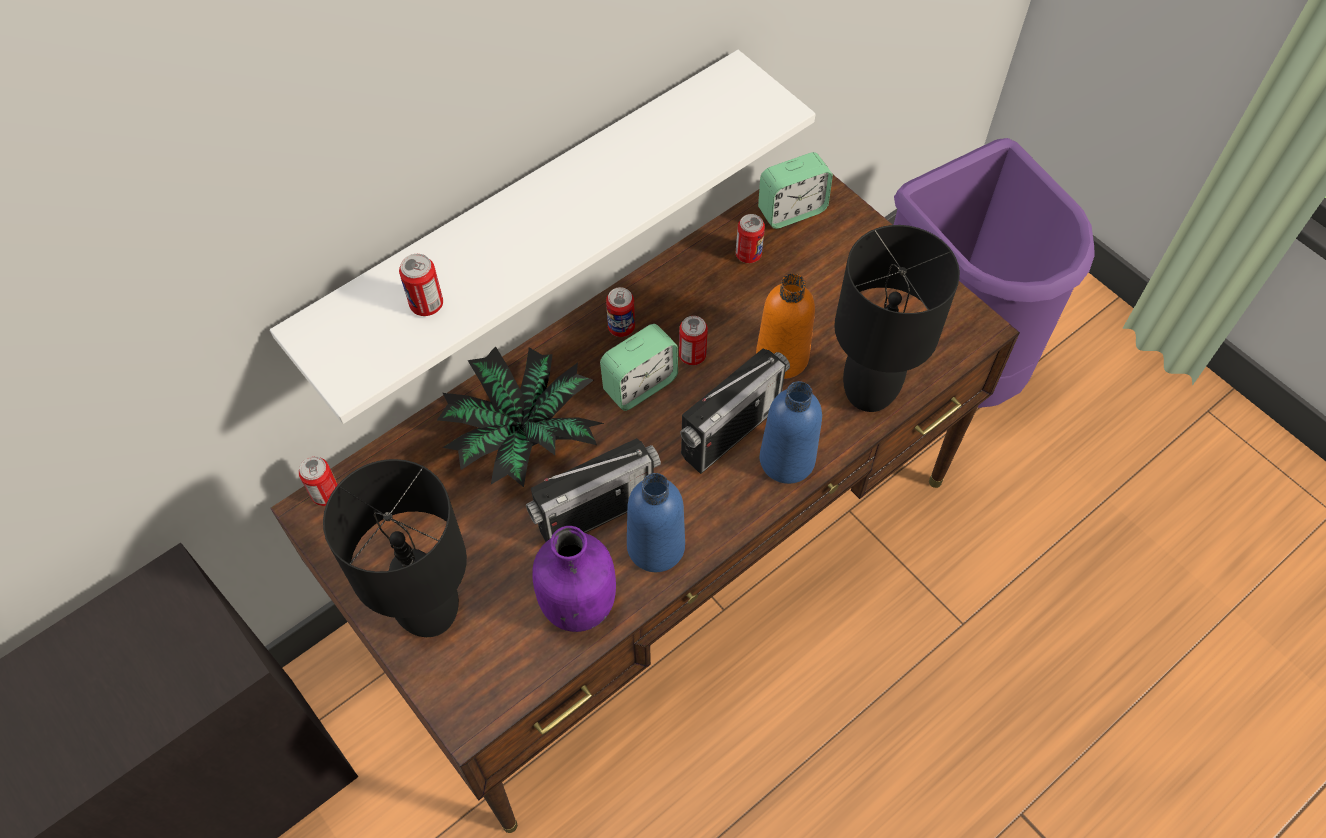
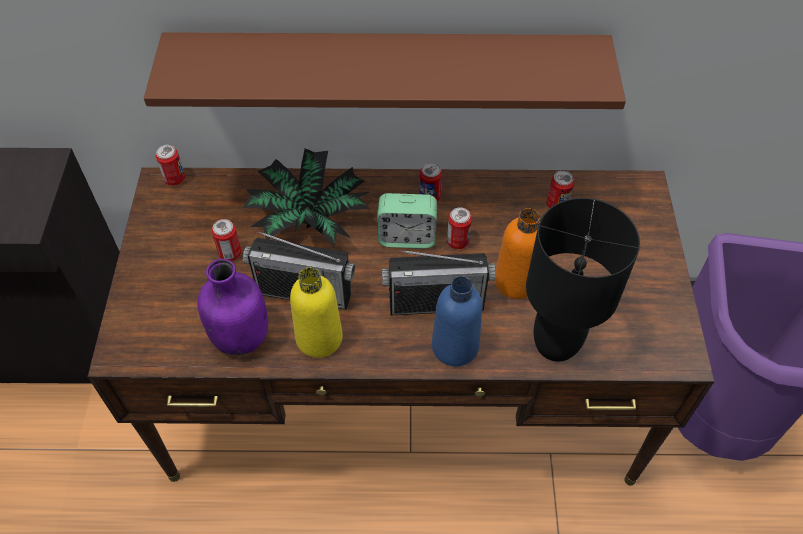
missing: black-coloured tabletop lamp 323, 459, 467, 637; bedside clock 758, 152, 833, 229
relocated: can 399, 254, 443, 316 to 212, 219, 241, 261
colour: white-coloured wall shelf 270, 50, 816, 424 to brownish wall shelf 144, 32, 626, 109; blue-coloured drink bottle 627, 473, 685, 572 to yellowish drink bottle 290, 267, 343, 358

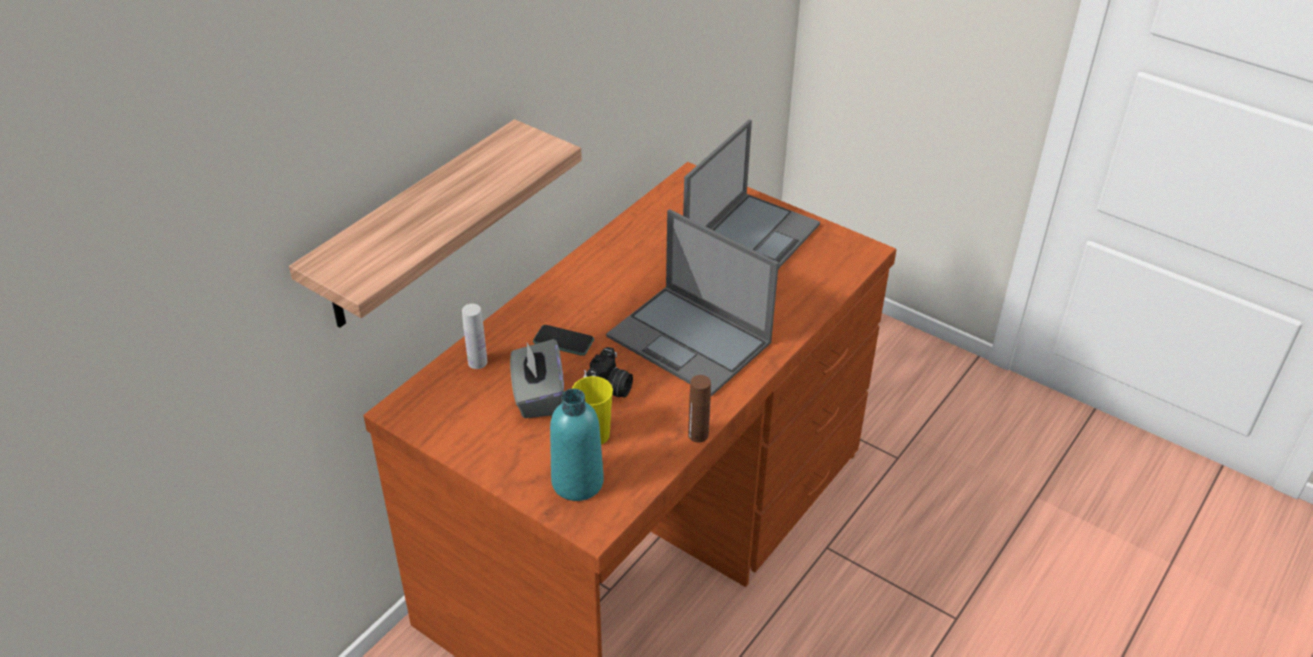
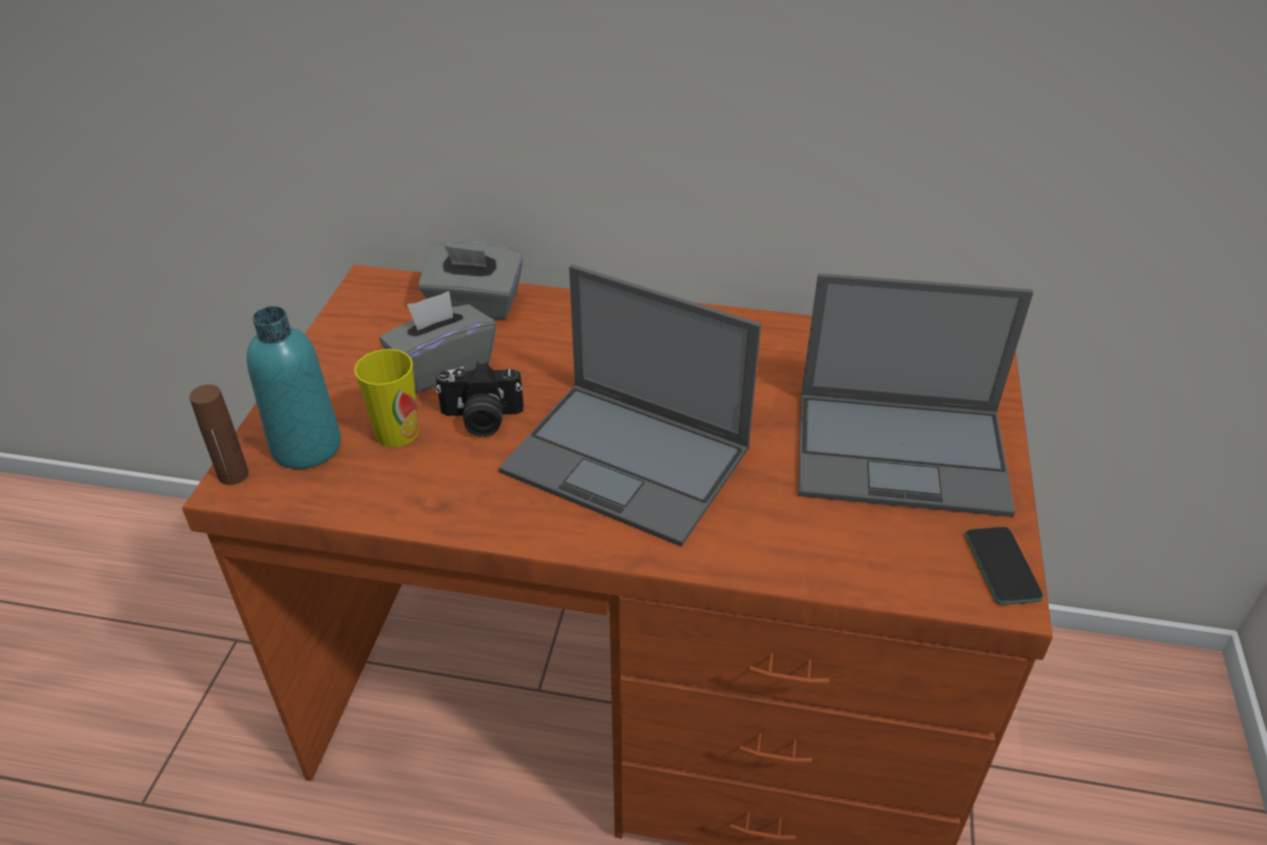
missing: wall shelf 289, 119, 582, 328
relocated: brownish drink bottle 688, 375, 711, 443 to 189, 385, 249, 485; handset 533, 325, 594, 356 to 965, 527, 1044, 605
exchanged: white-coloured drink bottle 462, 304, 487, 369 to gray tissue box 418, 242, 524, 319
spun: laptop 606, 209, 779, 396 = 498, 265, 761, 547 75 degrees counterclockwise

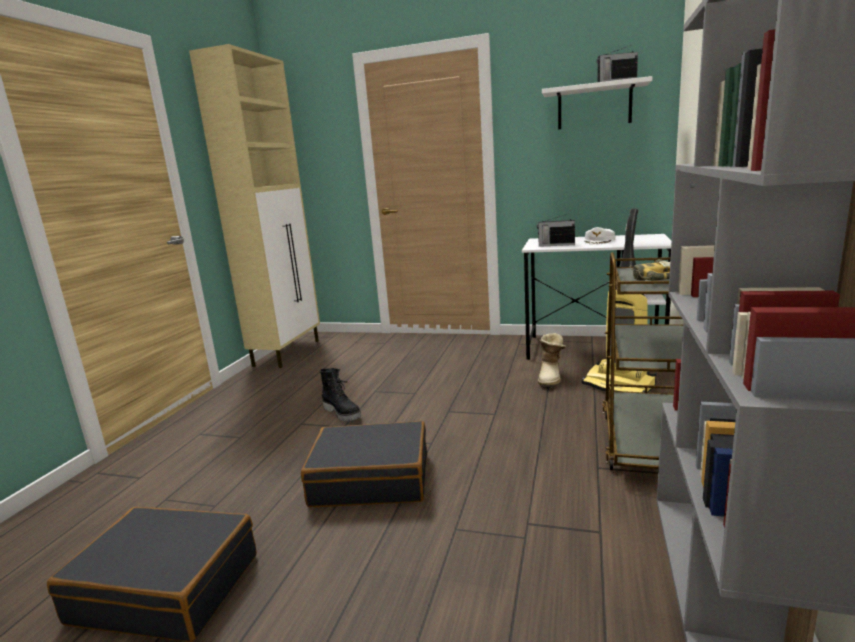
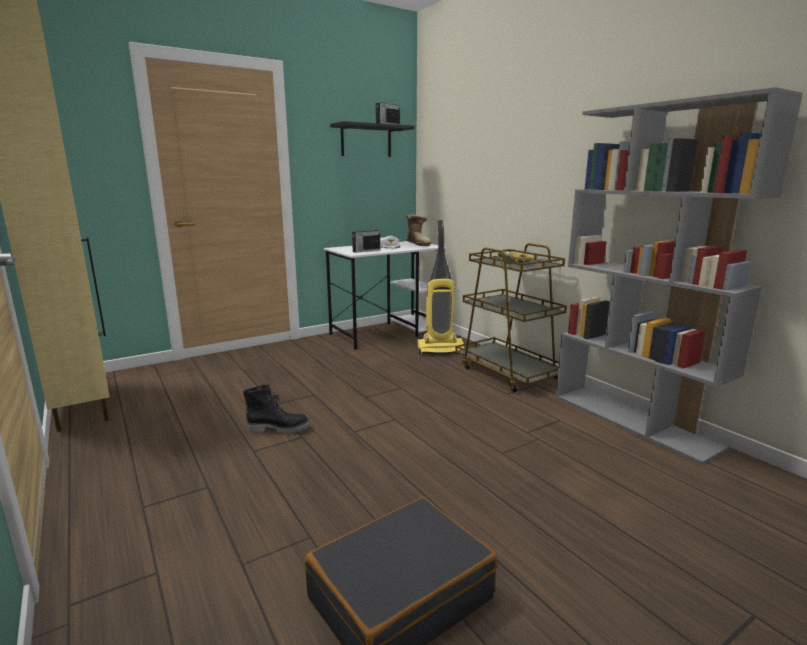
missing: black-coloured travel case 301, 421, 427, 507
relocated: high-top boot 538, 333, 567, 388 to 406, 214, 432, 246
colour: white-coloured wall shelf 542, 76, 652, 130 to black-coloured wall shelf 330, 121, 415, 157

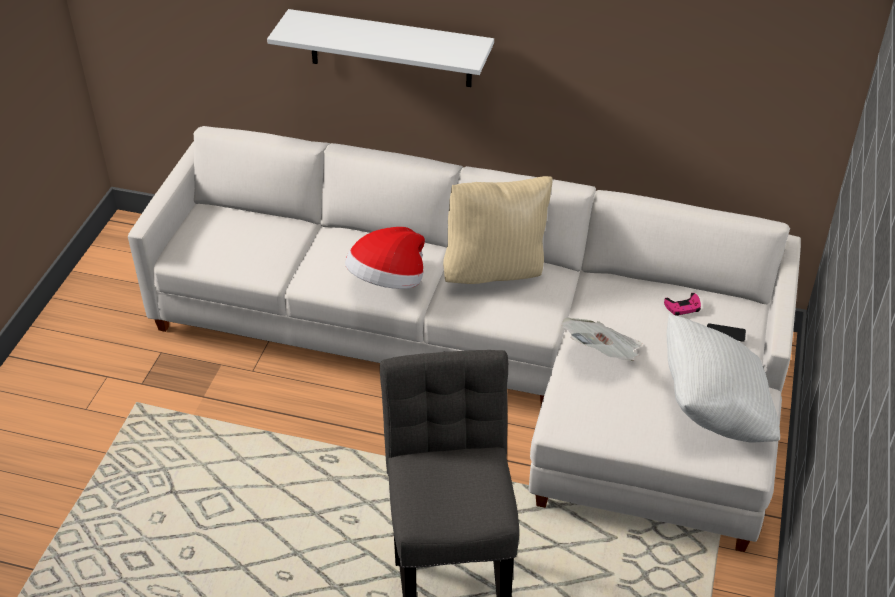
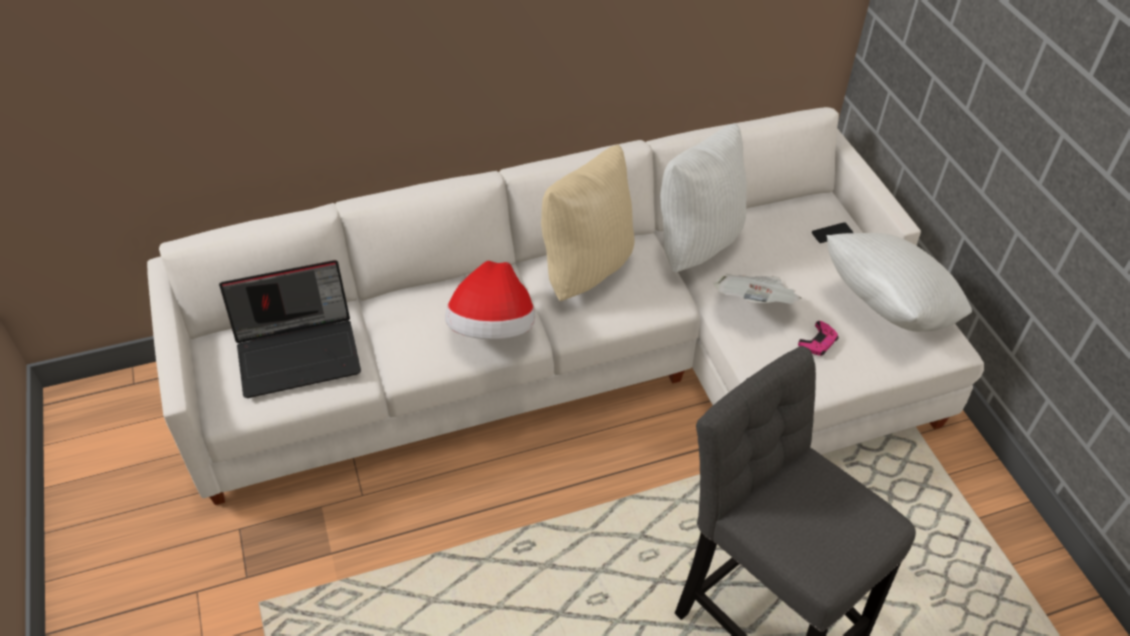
missing: white-coloured wall shelf 267, 9, 494, 87
appeared: laptop 219, 260, 361, 398; white-coloured cushion 660, 123, 747, 273
relocated: pink-coloured game controller 664, 293, 701, 316 to 798, 321, 839, 356

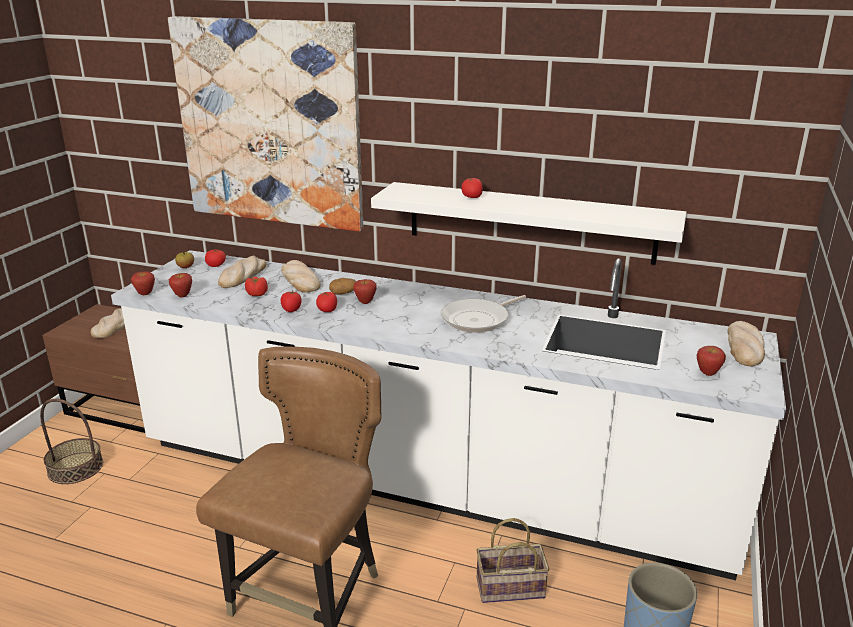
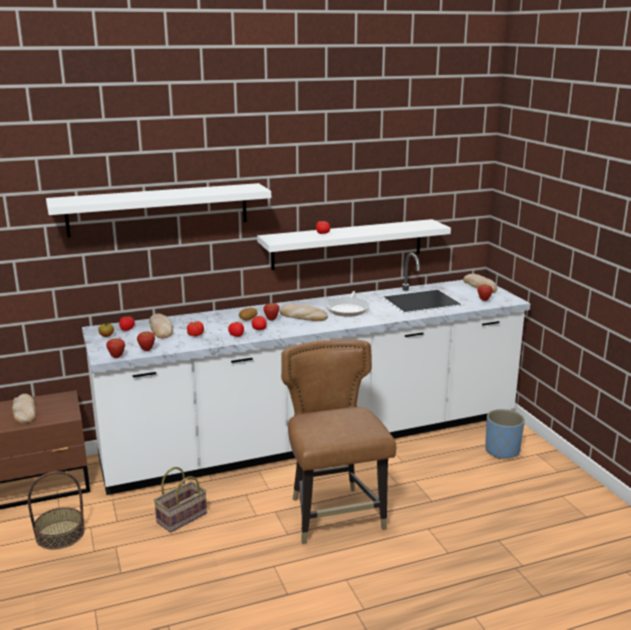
relocated: basket 476, 518, 549, 603 to 154, 467, 207, 533; baked bread 281, 260, 321, 293 to 280, 304, 328, 321
exchanged: wall picture 168, 16, 363, 232 to white-coloured wall shelf 46, 183, 271, 238

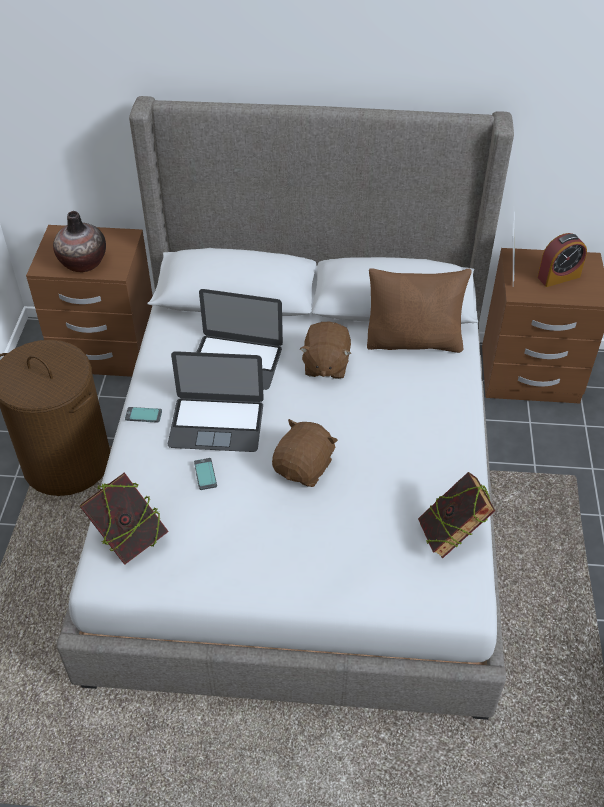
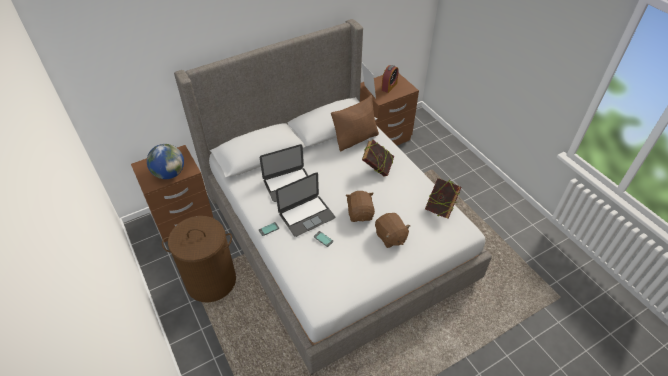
relocated: bound book 80, 473, 169, 565 to 362, 139, 394, 176; brownish cuddly toy 300, 322, 351, 379 to 375, 213, 411, 248
exchanged: decorative vase 53, 211, 106, 272 to desk globe 147, 144, 184, 179

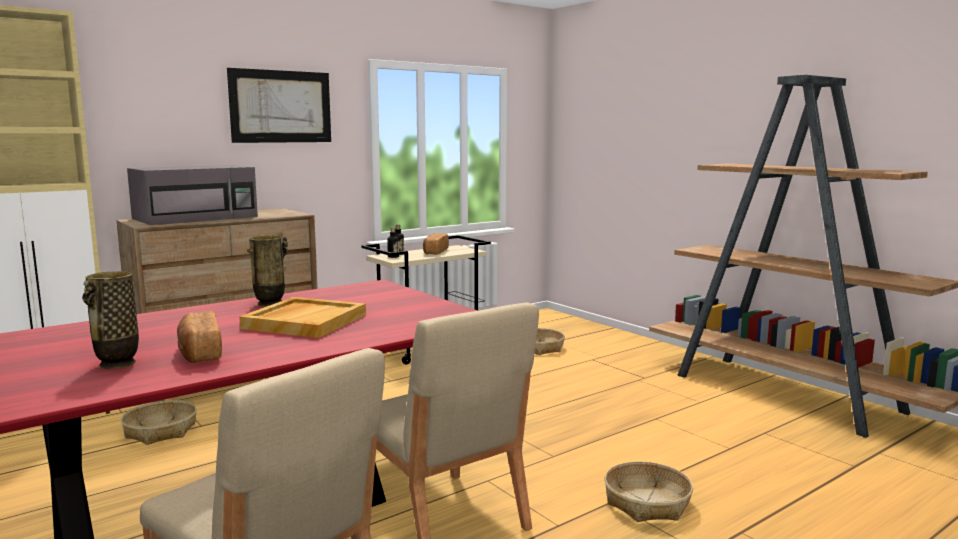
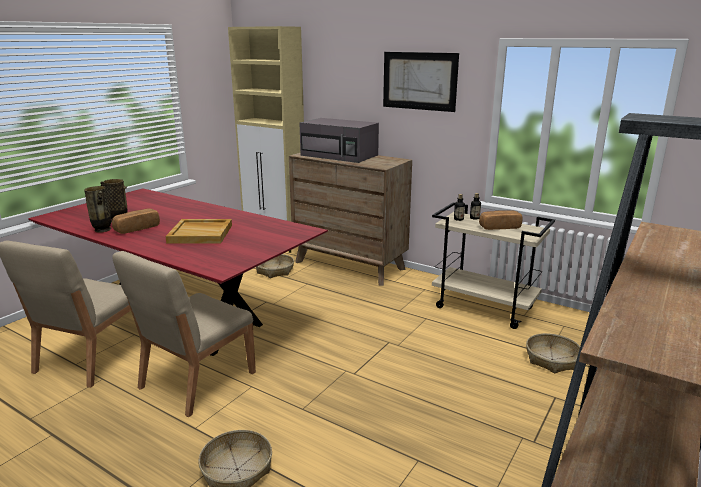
relocated: decorative vase 247, 235, 288, 307 to 84, 186, 111, 233

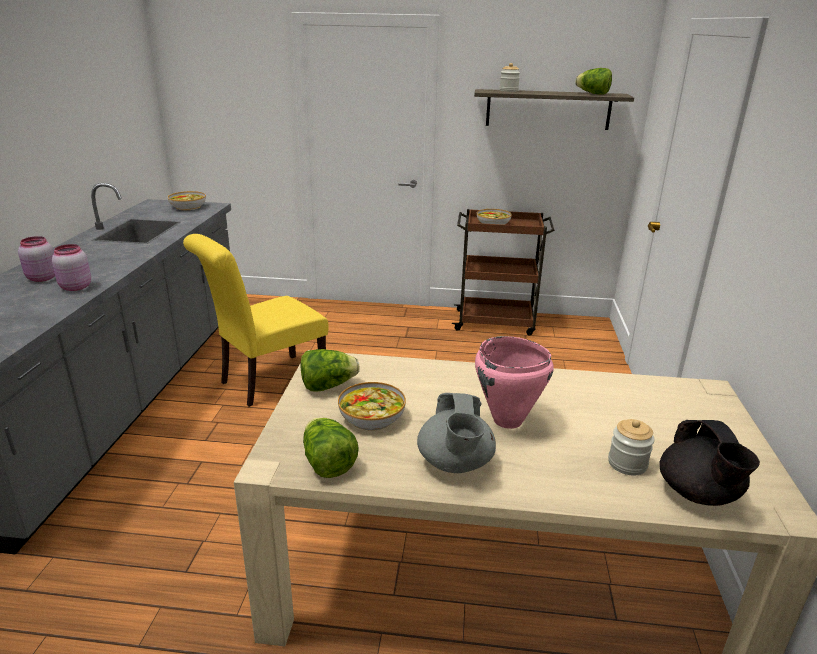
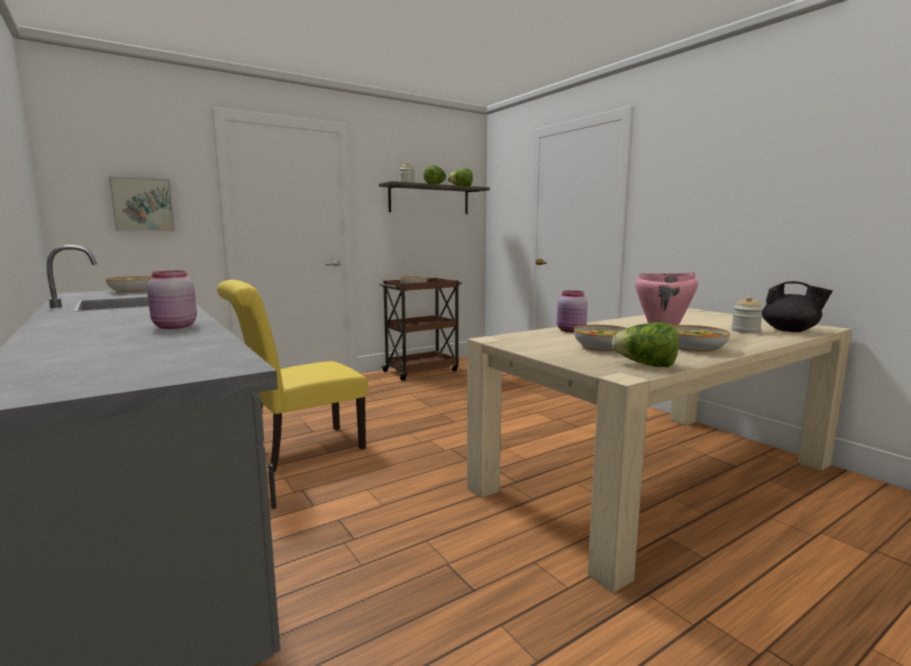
appeared: wall picture 109, 176, 175, 231
relocated: lettuce head 300, 349, 360, 392 to 424, 165, 446, 184; pink-coloured preserve jar 18, 236, 55, 282 to 557, 290, 588, 333
exchanged: gray pot for tea 417, 393, 496, 473 to bowl 673, 325, 730, 353
spun: yellowish plain chair 183, 234, 329, 407 = 217, 280, 368, 472 45 degrees clockwise

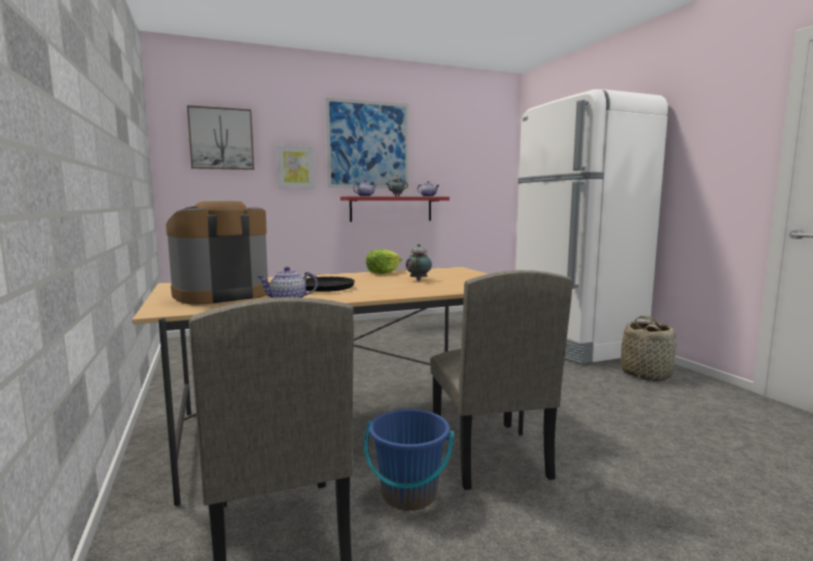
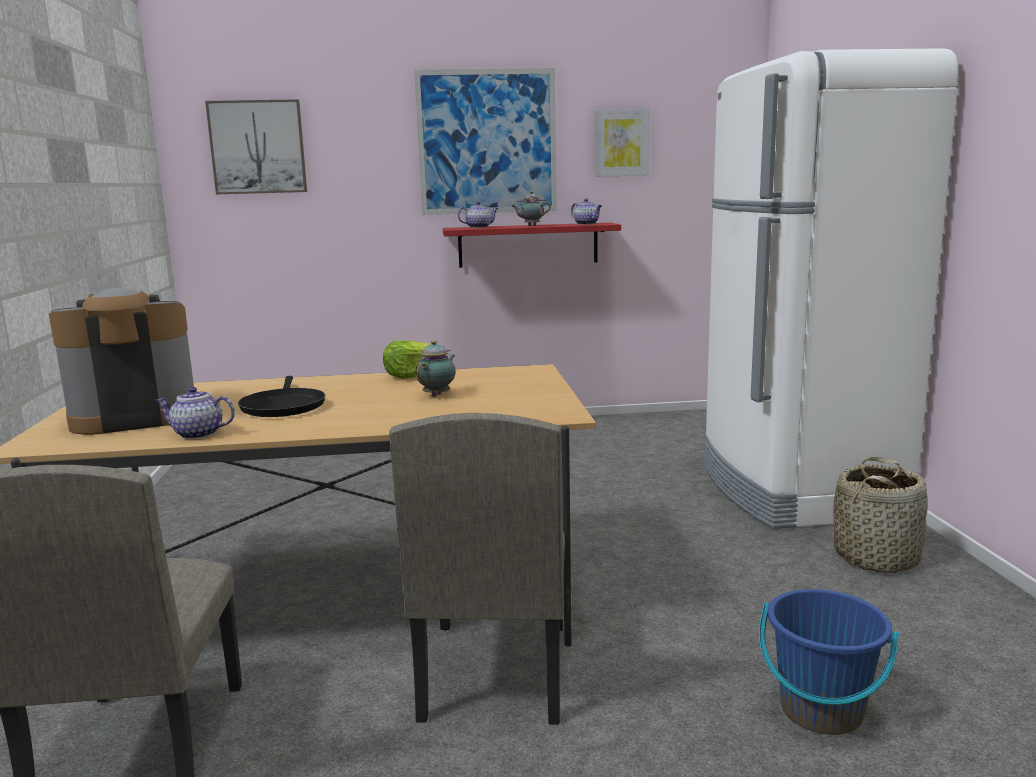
relocated: wall picture 276, 145, 315, 189 to 594, 109, 650, 177; blue-coloured pail 364, 409, 454, 511 to 759, 589, 899, 735

